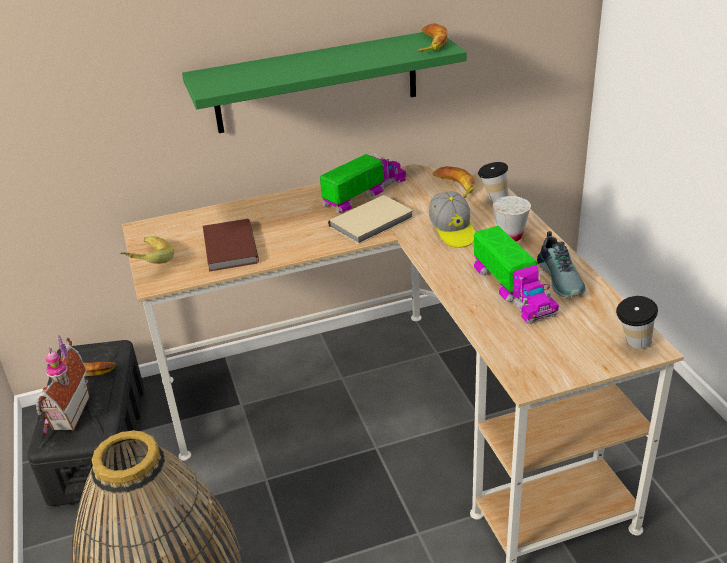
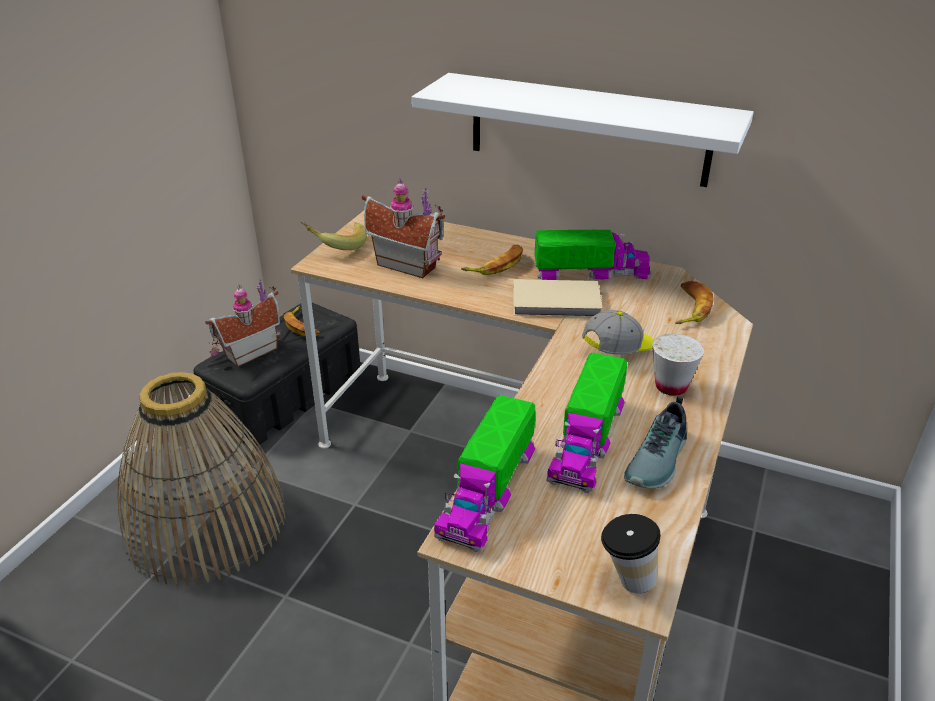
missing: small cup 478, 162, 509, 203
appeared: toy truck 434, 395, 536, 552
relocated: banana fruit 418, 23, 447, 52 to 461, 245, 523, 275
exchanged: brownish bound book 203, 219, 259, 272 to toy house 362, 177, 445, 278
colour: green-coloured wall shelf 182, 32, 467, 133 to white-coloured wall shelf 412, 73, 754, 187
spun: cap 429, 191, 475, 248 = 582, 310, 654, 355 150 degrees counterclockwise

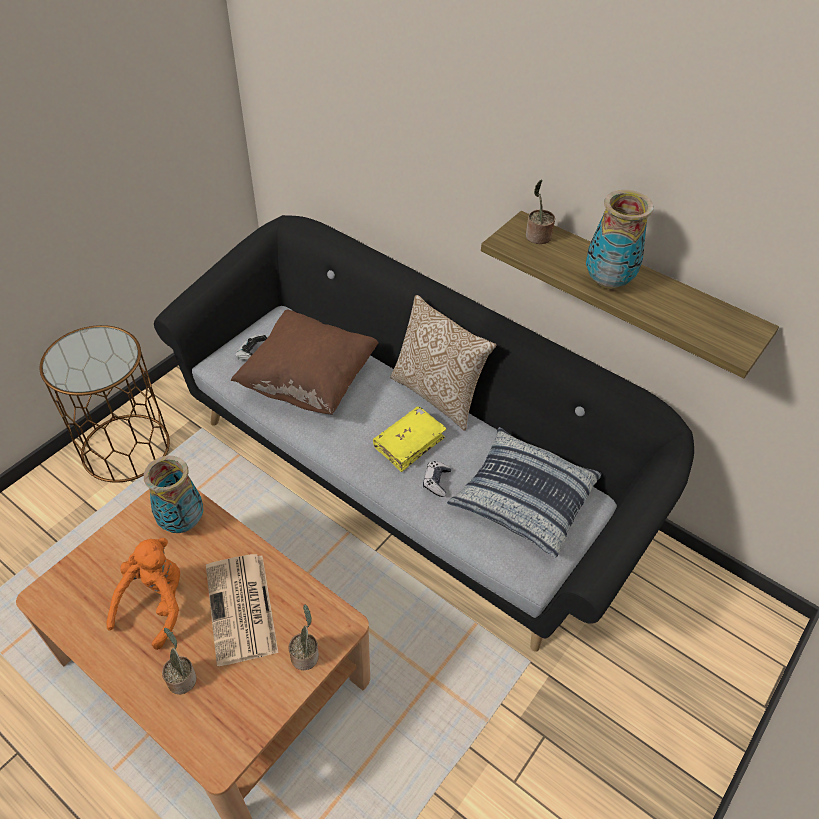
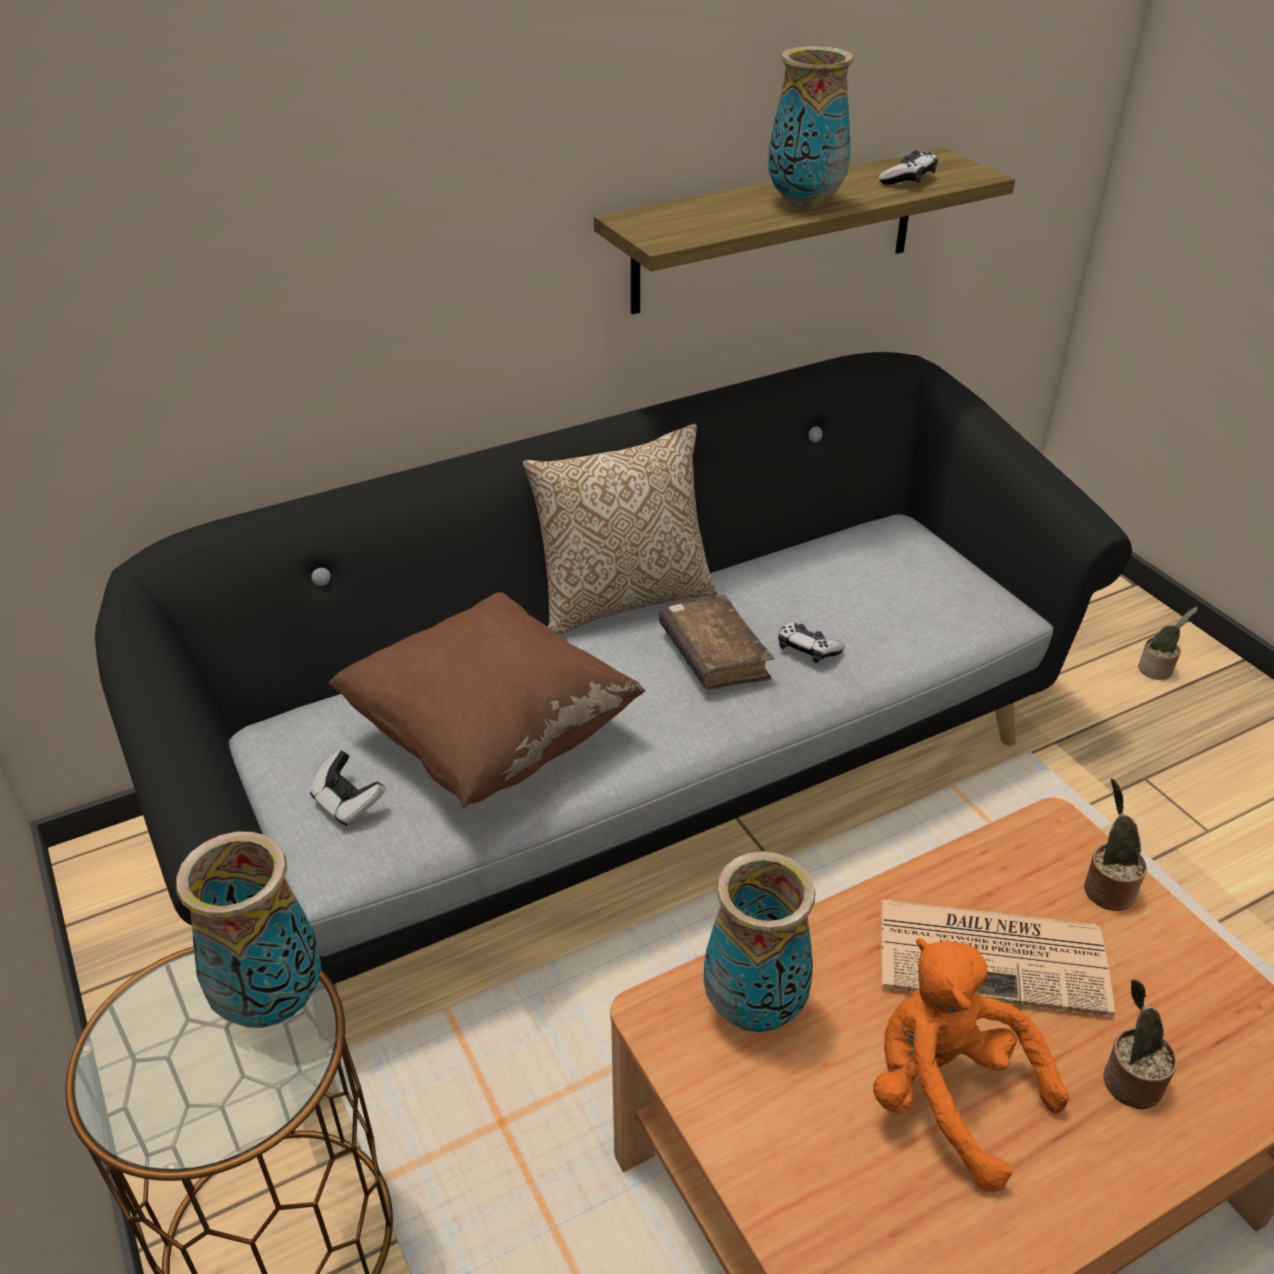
missing: cushion 447, 427, 602, 558
appeared: decorative vase 176, 832, 322, 1028; game controller 879, 150, 938, 185
relocated: houseplant 526, 179, 555, 244 to 1138, 607, 1198, 680
colour: yellowish bound book 373, 407, 447, 472 to brownish bound book 659, 594, 774, 690

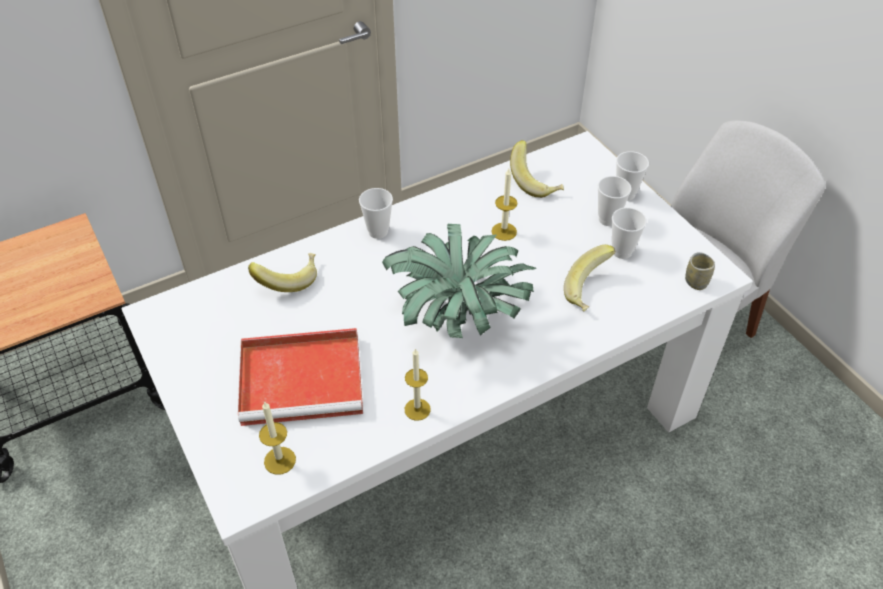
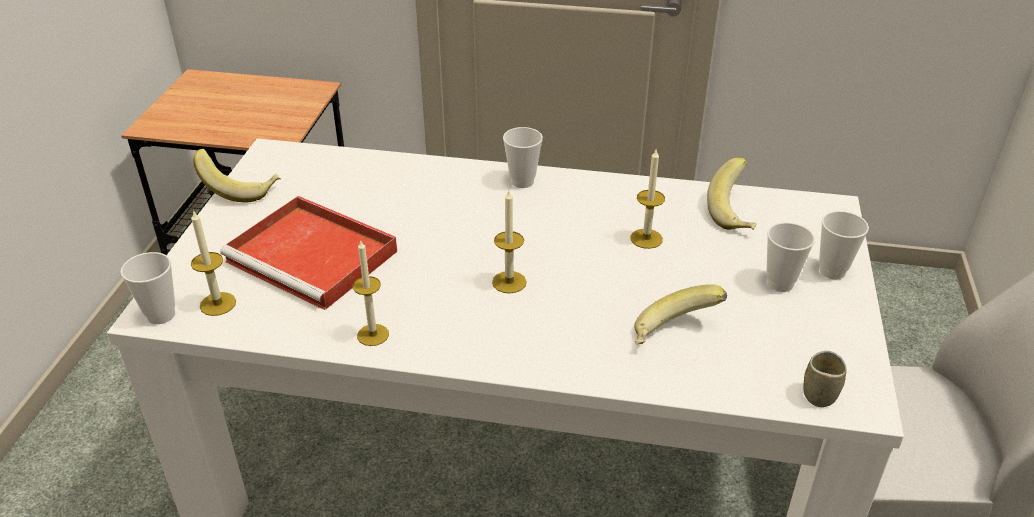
relocated: small cup 612, 207, 647, 259 to 121, 252, 175, 324; banana fruit 248, 253, 317, 292 to 193, 149, 281, 203
exchanged: houseplant 382, 224, 536, 338 to wax candle 492, 191, 527, 293

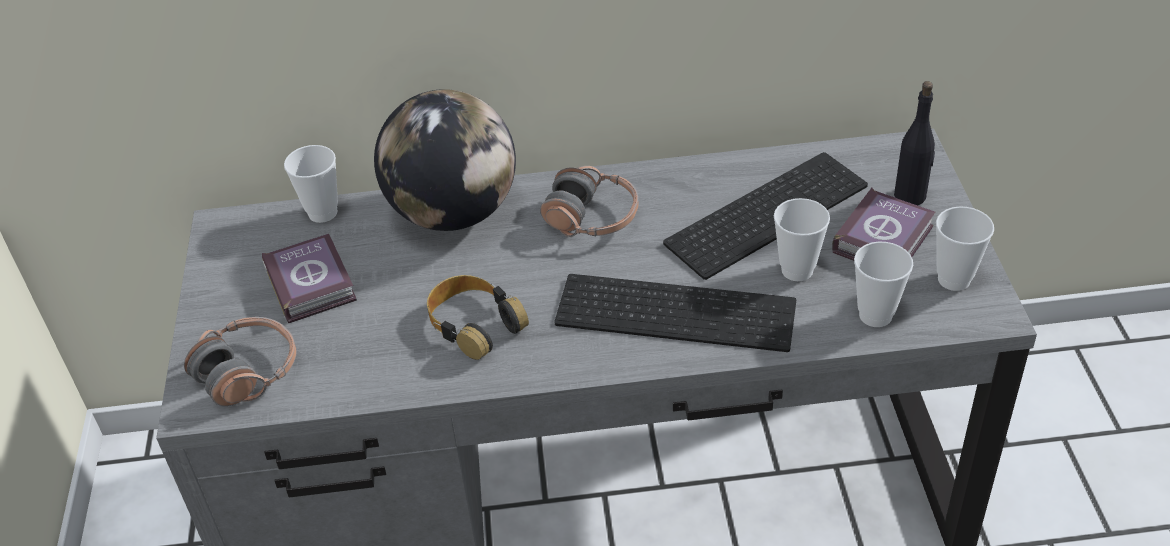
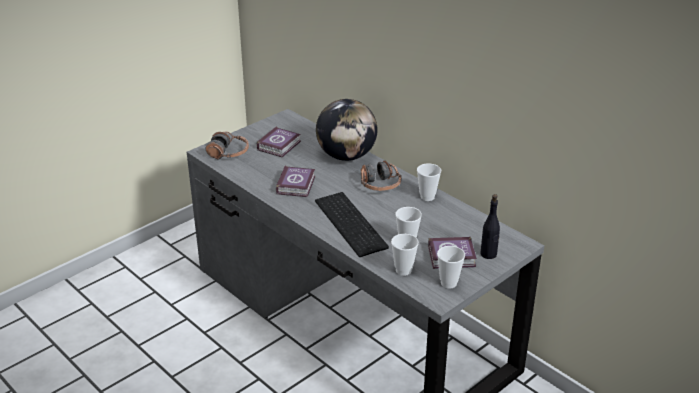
missing: keyboard 663, 152, 868, 280
relocated: small cup 284, 145, 338, 223 to 417, 163, 441, 201
exchanged: pair of headphones 427, 275, 529, 360 to bound book 276, 166, 315, 197

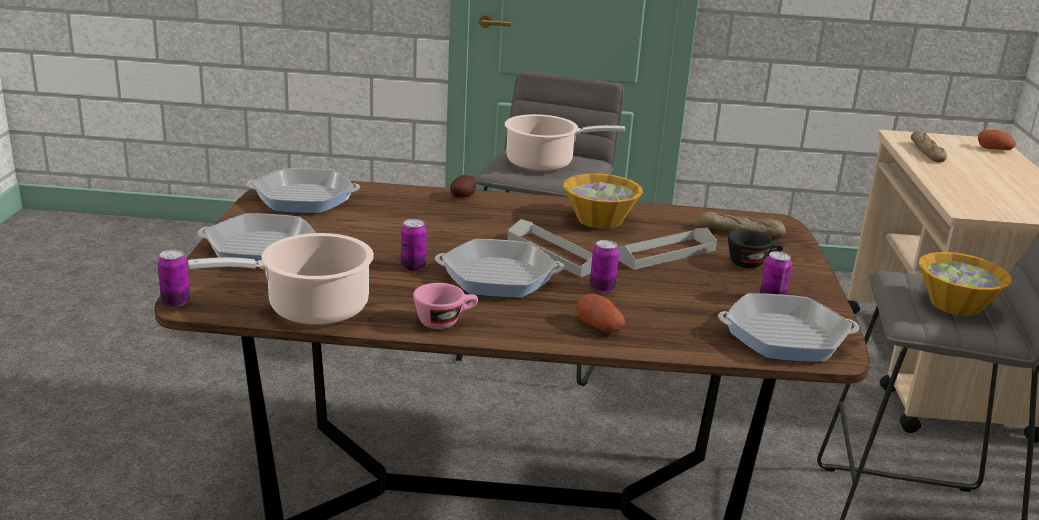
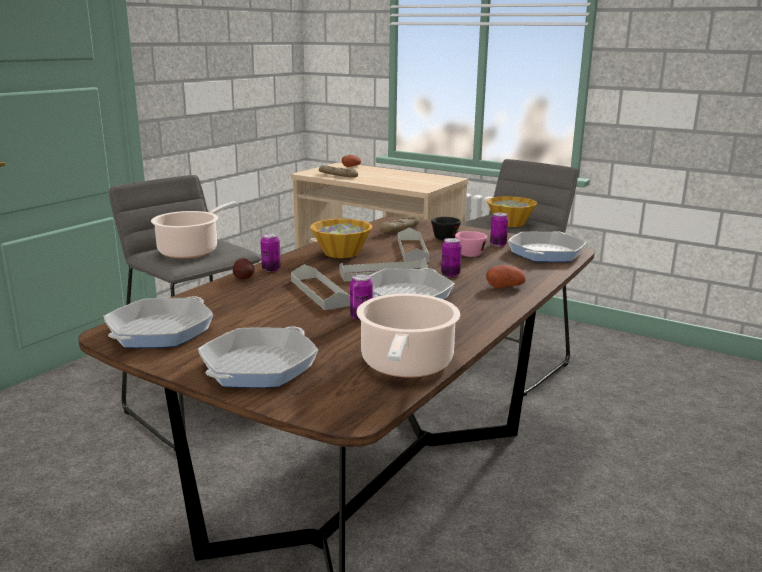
appeared: gray serving tray 291, 265, 350, 310
relocated: can 157, 250, 190, 307 to 260, 233, 281, 272; pink-coloured small cup 413, 283, 478, 329 to 455, 231, 487, 257

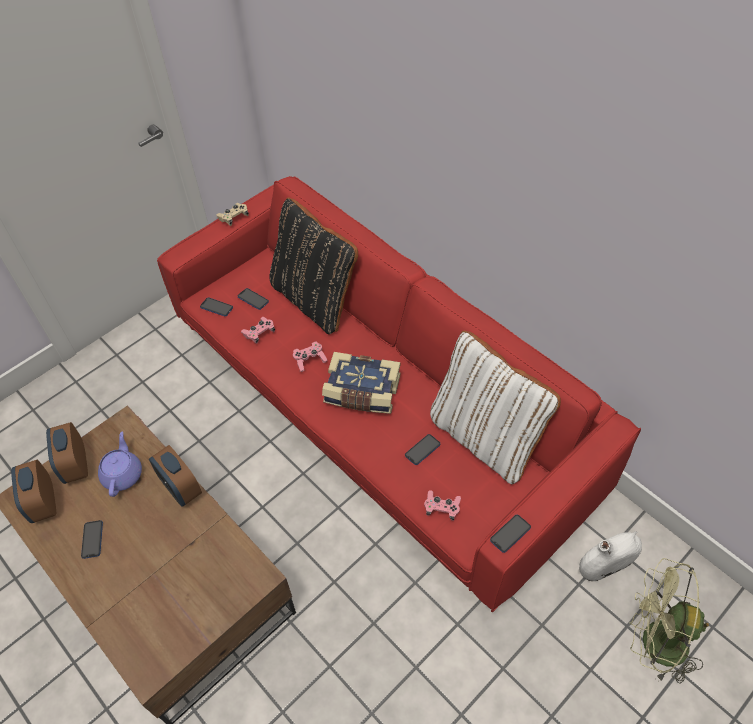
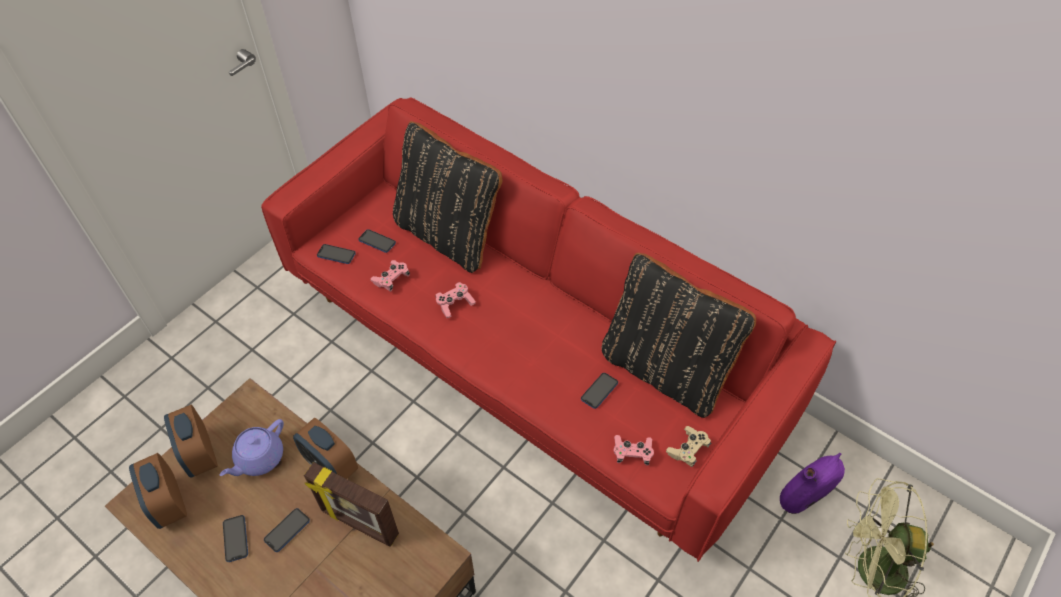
missing: bound book 322, 352, 400, 414
appeared: picture frame 304, 462, 399, 546
relocated: handset 490, 515, 531, 553 to 264, 508, 310, 552; beige game controller 216, 203, 249, 226 to 666, 426, 712, 467
colour: white-coloured cushion 430, 331, 561, 484 to black-coloured cushion 602, 253, 756, 418; white-coloured decorative vase 579, 531, 642, 581 to purple decorative vase 780, 453, 845, 514
spun: purple pot for tea 98, 432, 142, 497 = 220, 419, 284, 476 135 degrees counterclockwise

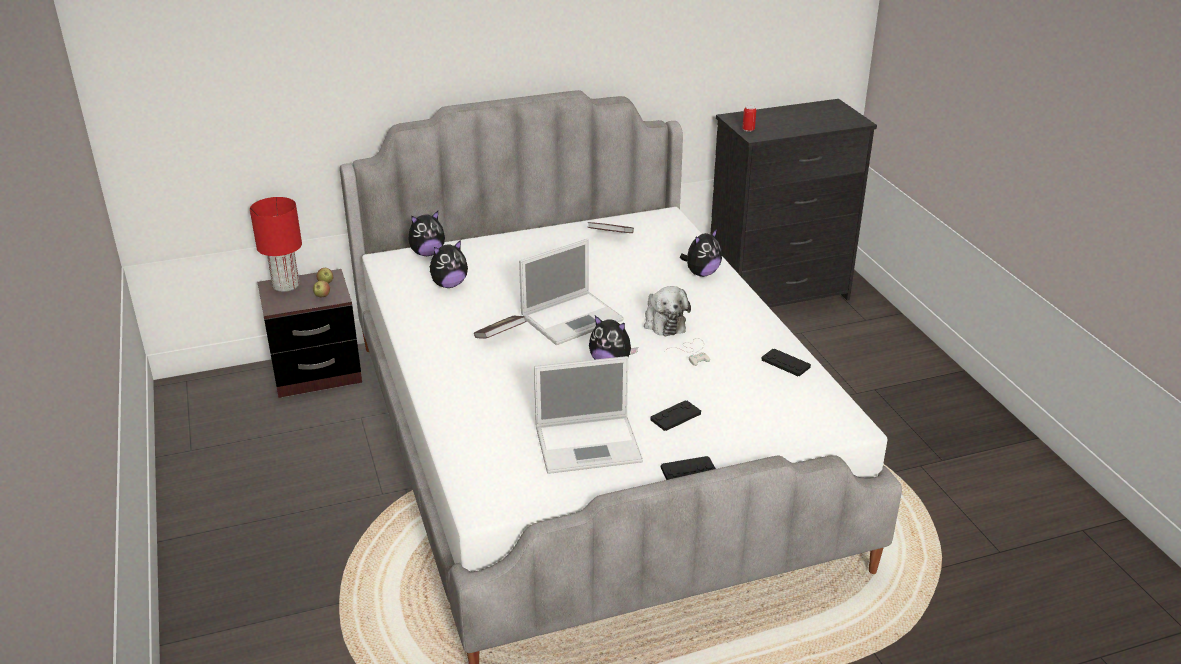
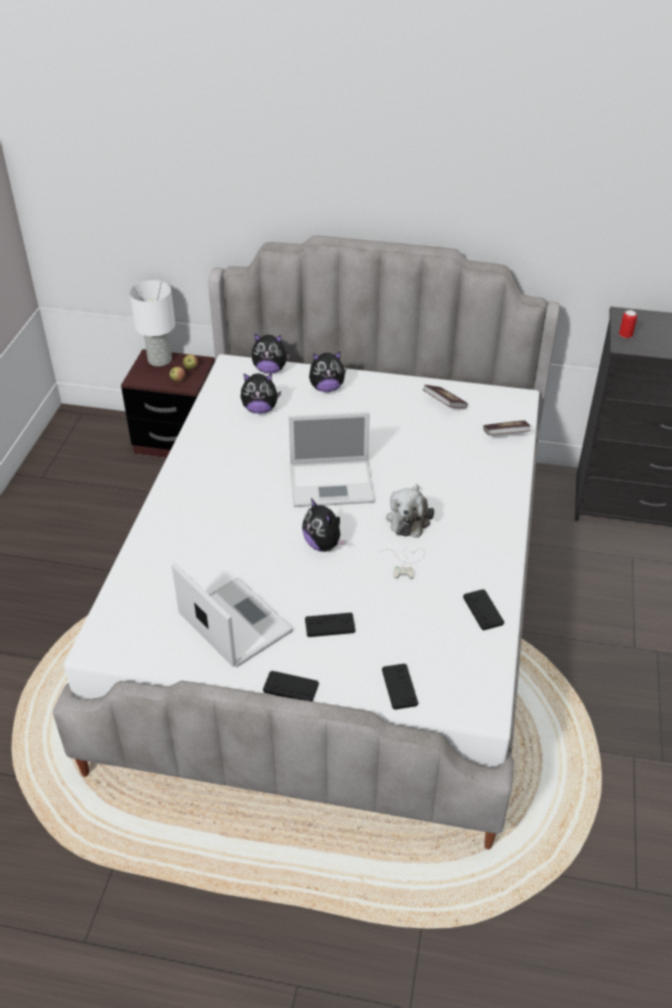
appeared: black-coloured game controller 382, 663, 418, 710
relocated: cuddly toy 680, 229, 722, 277 to 309, 351, 346, 392; bound book 474, 316, 527, 339 to 483, 421, 531, 435
colour: reddish tabletop lamp 250, 197, 302, 292 to white-coloured tabletop lamp 129, 280, 175, 367
spun: laptop 534, 356, 643, 474 = 171, 562, 293, 667 150 degrees counterclockwise

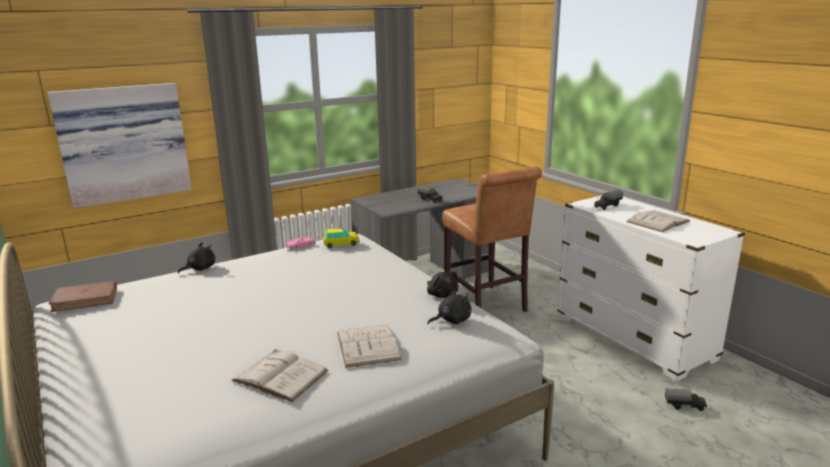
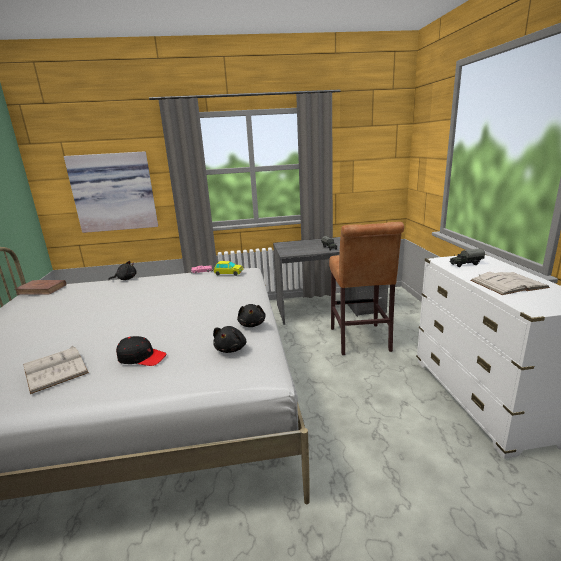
missing: toy truck 665, 388, 707, 411
exchanged: white-coloured bound book 337, 325, 402, 368 to black-coloured cap 116, 336, 167, 366
spun: black-coloured cuddly toy 428, 288, 471, 324 = 213, 326, 246, 353 105 degrees clockwise

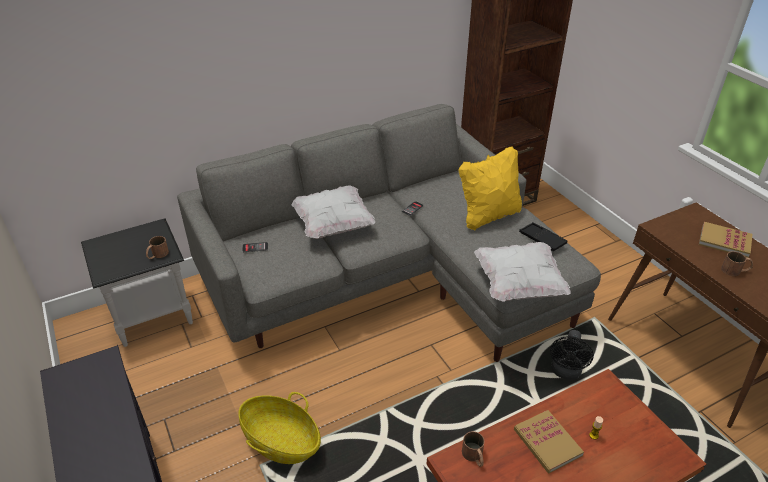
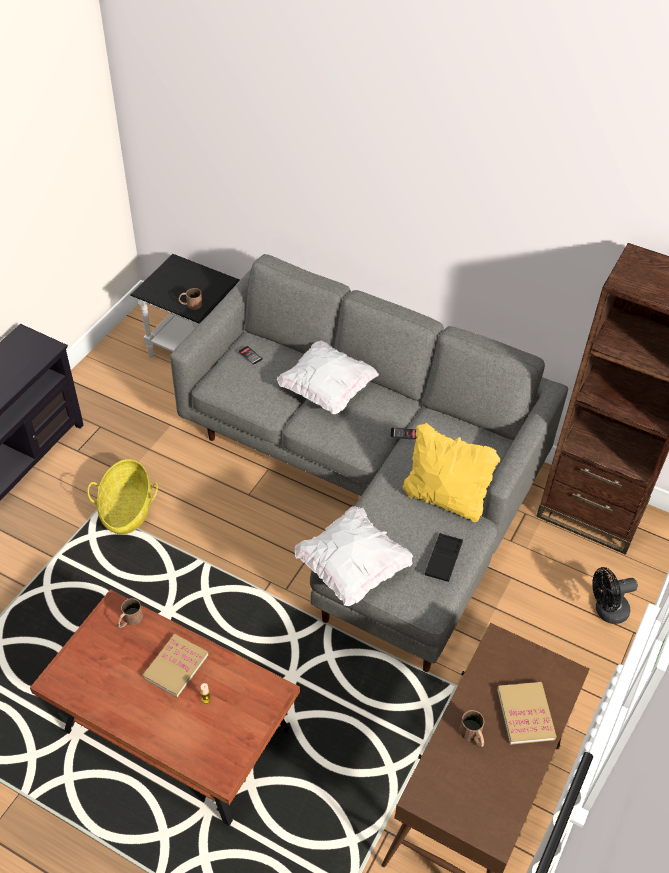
relocated: black-coloured cooling fan 550, 330, 594, 380 to 593, 567, 638, 624

